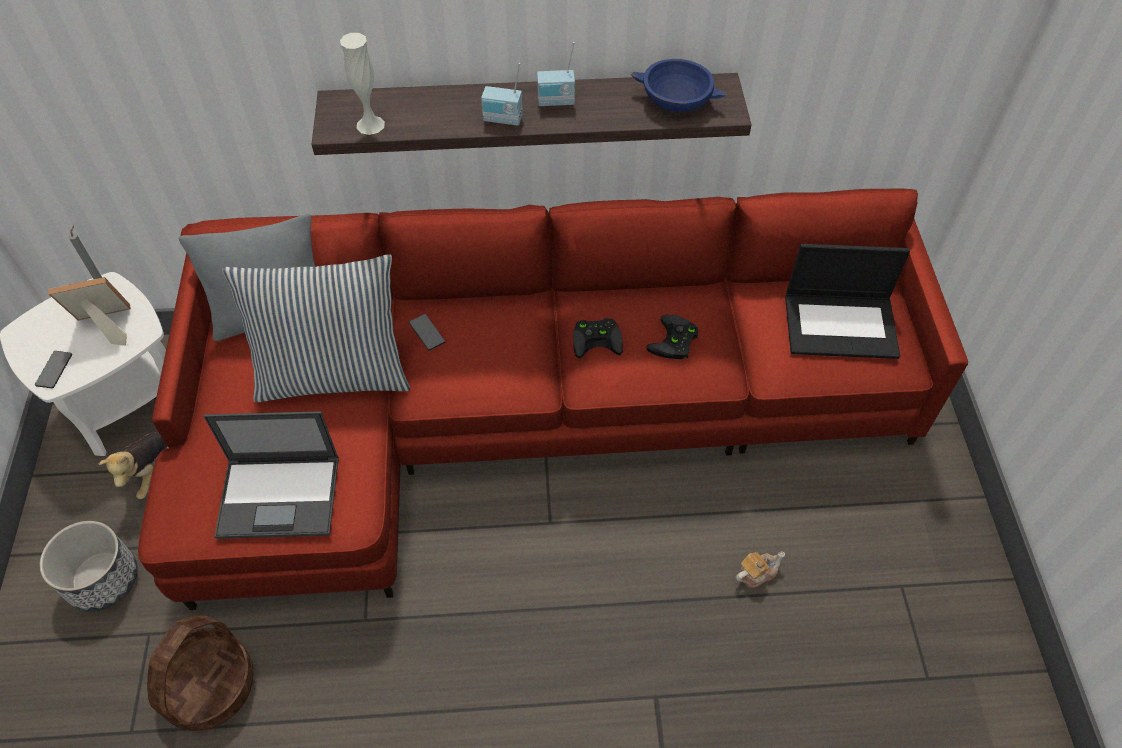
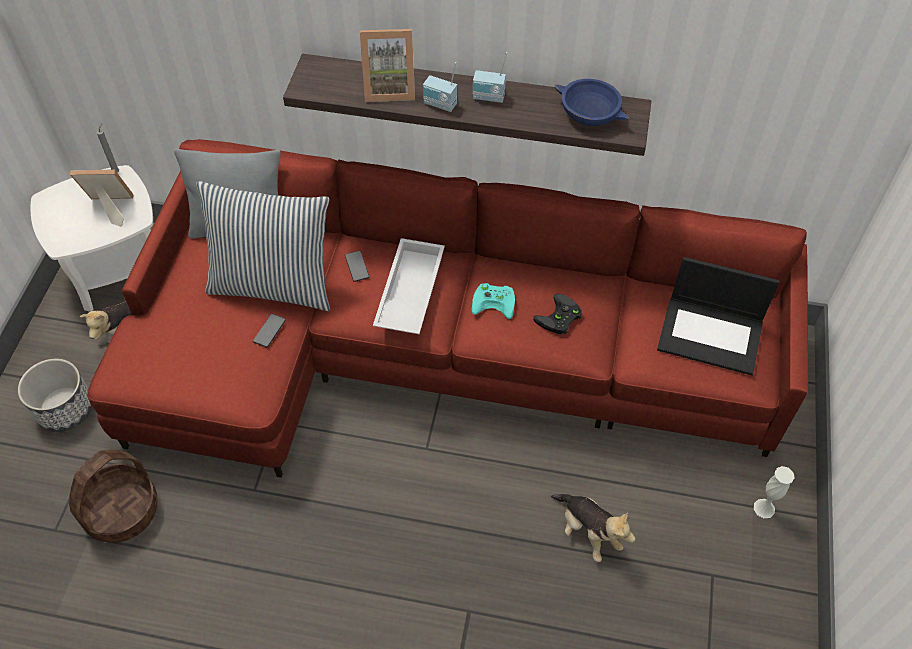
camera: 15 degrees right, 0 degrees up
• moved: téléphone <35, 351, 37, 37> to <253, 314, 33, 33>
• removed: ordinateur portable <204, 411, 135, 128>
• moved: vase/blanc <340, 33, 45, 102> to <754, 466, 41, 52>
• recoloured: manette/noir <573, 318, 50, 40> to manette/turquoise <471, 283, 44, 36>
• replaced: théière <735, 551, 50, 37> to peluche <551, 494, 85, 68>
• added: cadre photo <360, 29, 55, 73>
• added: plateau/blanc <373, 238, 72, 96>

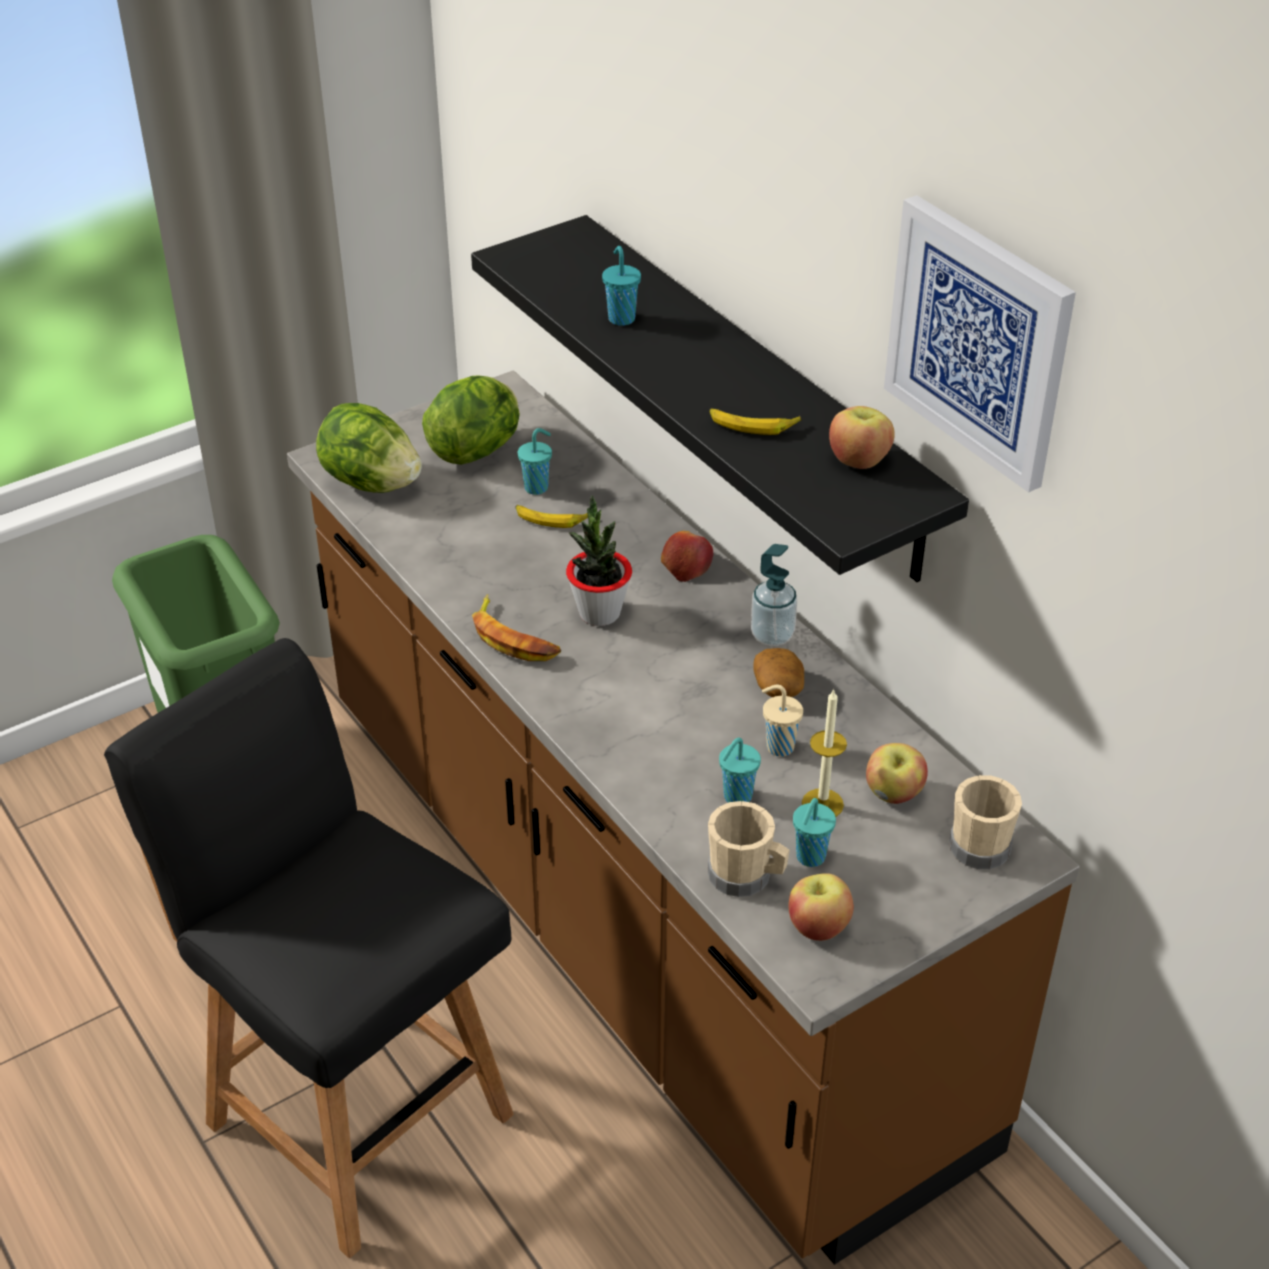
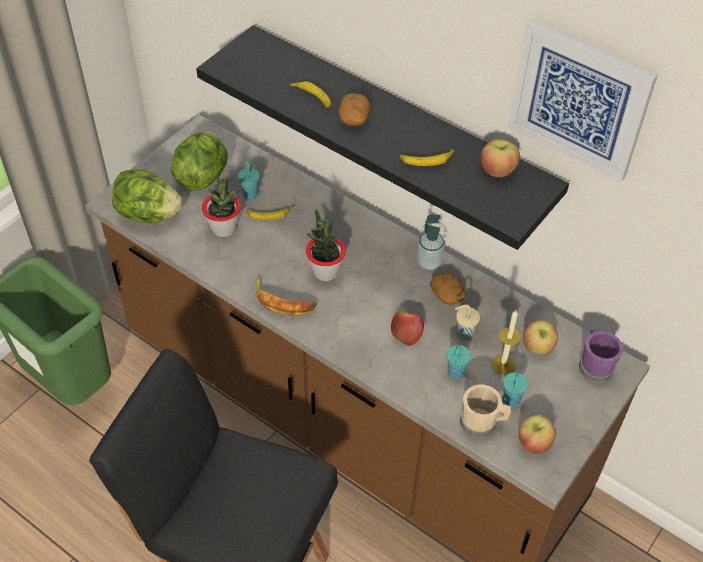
camera: 20 degrees left, 10 degrees up
• replaced: tasse/turquoise <602, 246, 39, 80> to banane <290, 81, 41, 29>
• moved: pomme <661, 531, 52, 51> to <391, 312, 33, 34>
• recoloured: mug/beige <949, 775, 73, 94> to mug/violet <579, 329, 44, 54>
• added: plante en pot <202, 176, 39, 61>
• added: pomme de terre <339, 93, 32, 33>

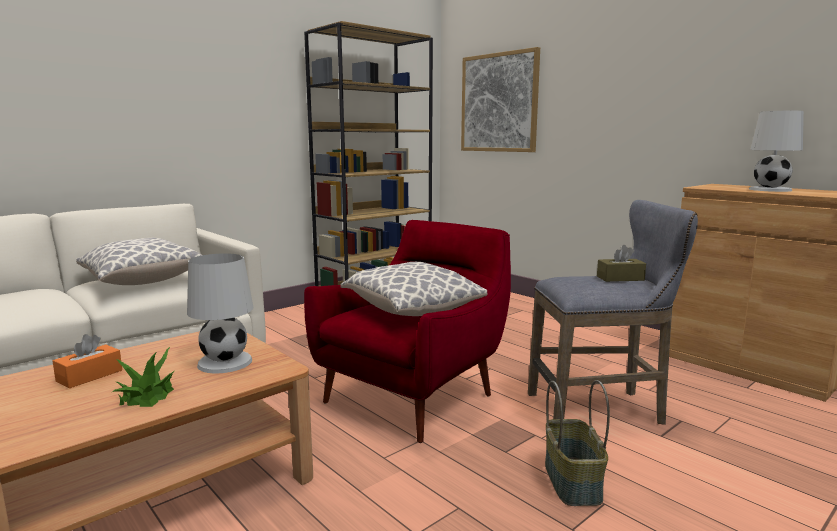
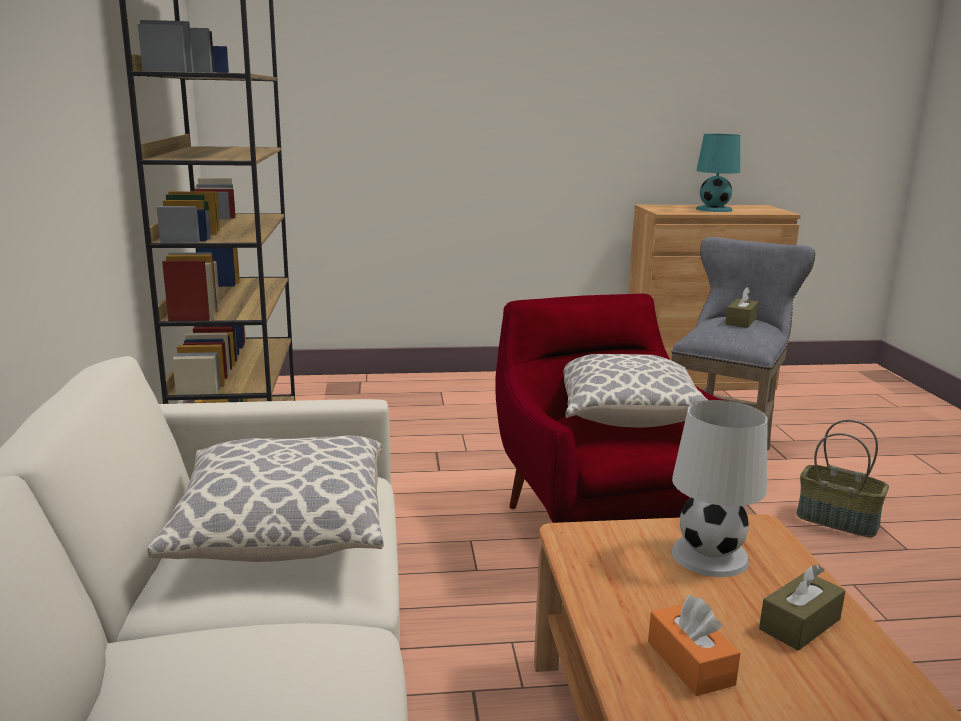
camera: 55 degrees left, 5 degrees up
• replaced: plante en pot <112, 346, 62, 61> to boîte à mouchoirs/marron <759, 565, 87, 85>
• removed: tableau <461, 47, 79, 105>
• recoloured: lampe de table/blanc <749, 111, 55, 81> to lampe de table/turquoise <696, 134, 44, 78>

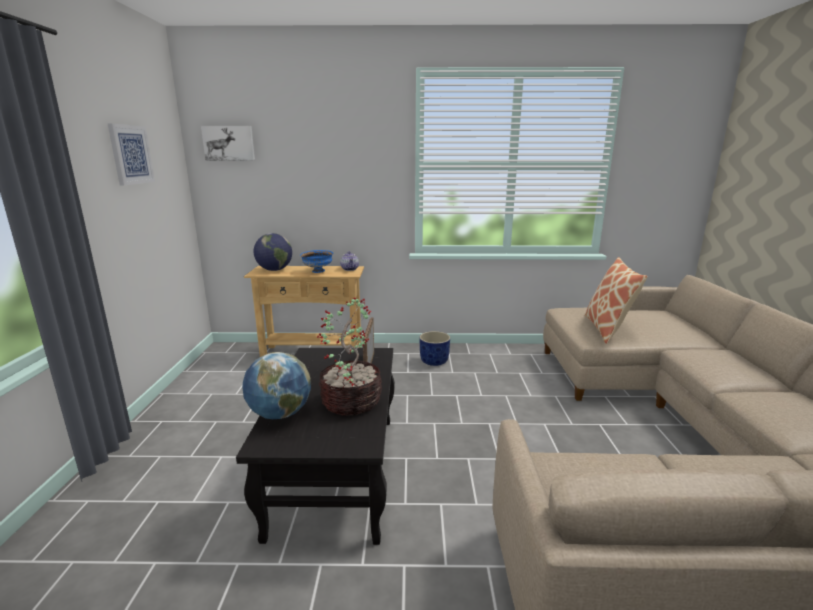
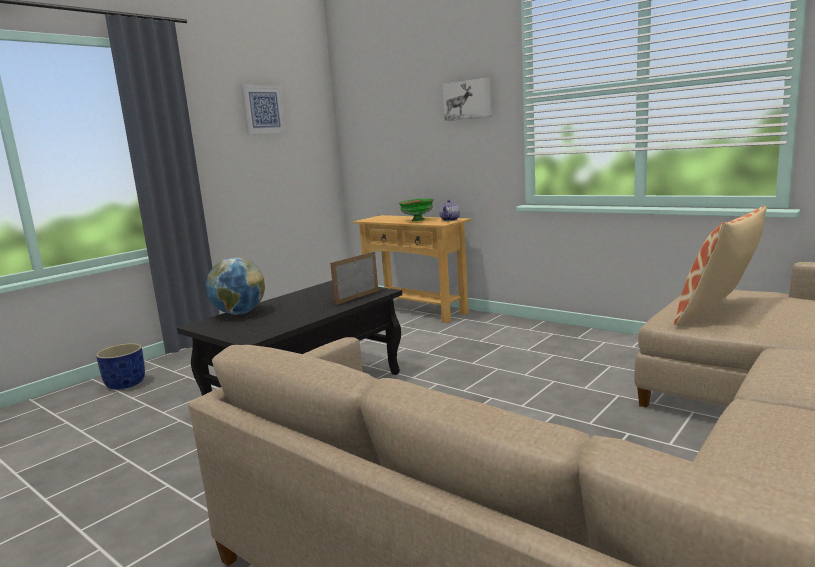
camera: 40 degrees right, 5 degrees down
• moved: tableau <201, 126, 54, 35> to <443, 78, 49, 43>
• removed: globe <254, 233, 38, 38>
• recoloured: bol/bleu <300, 250, 33, 23> to bol/vert <399, 199, 35, 22>
• removed: plante en pot <317, 297, 65, 119>
• moved: cache-pot/bleu <419, 331, 31, 35> to <96, 343, 49, 47>

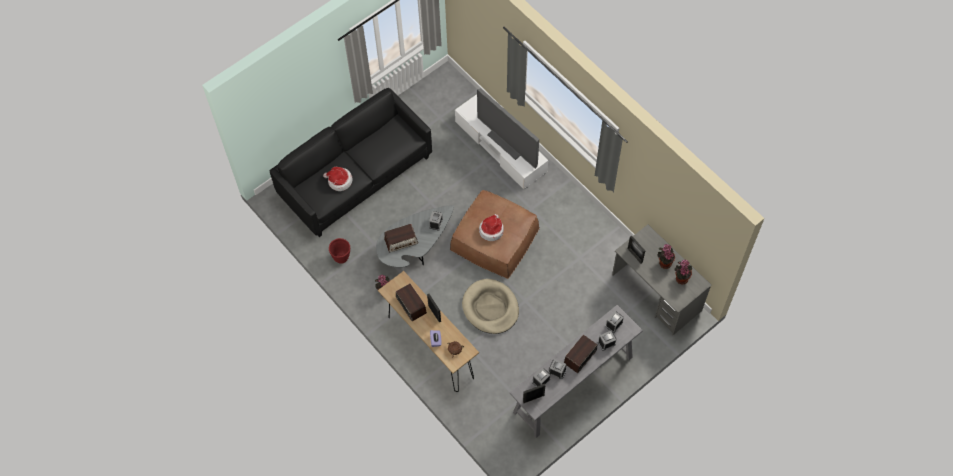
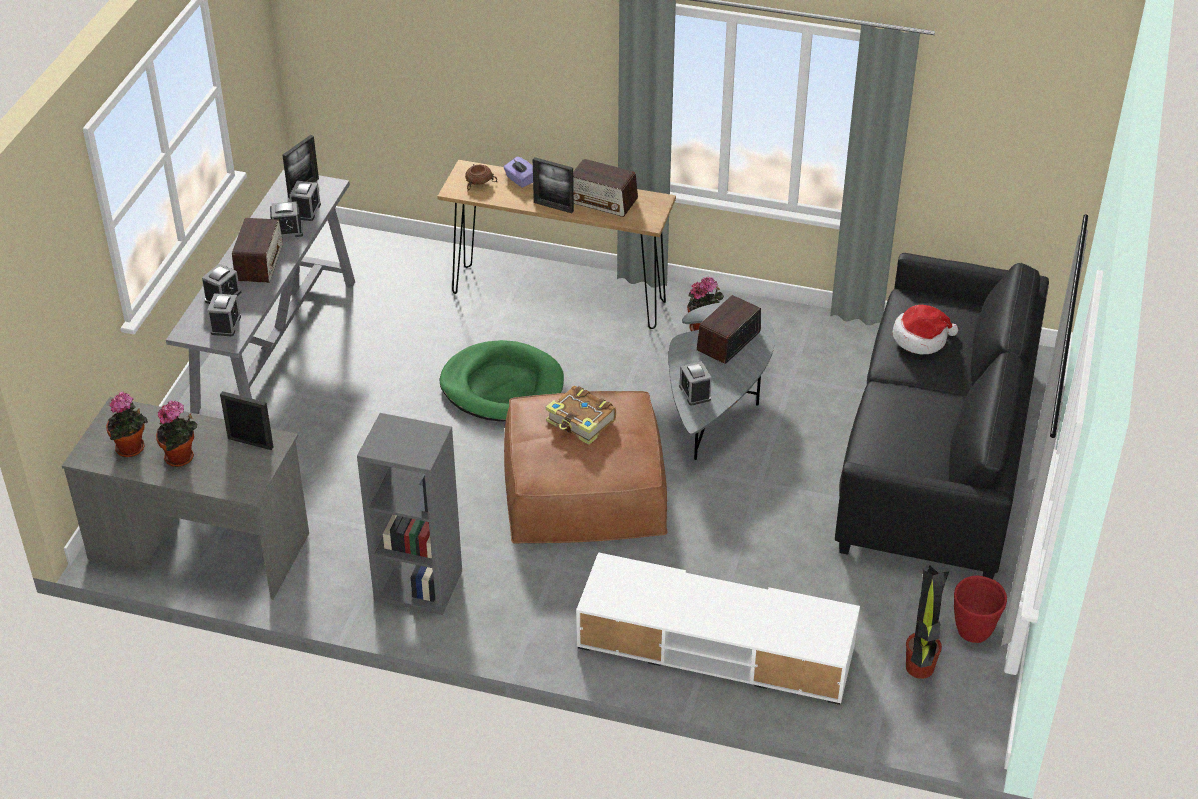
camera: 145 degrees right, 20 degrees down
• moved: cache-pot/rouge <329, 238, 21, 26> to <954, 576, 53, 67>
• recoloured: panier pour chien/beige <462, 279, 57, 55> to panier pour chien/vert <439, 340, 125, 81>
• removed: téléviseur <477, 88, 62, 81>
• replaced: chapeau <479, 214, 25, 27> to livre <546, 386, 70, 59>
• added: bibliothèque/gris <357, 413, 105, 202>
• added: plante en pot <906, 565, 43, 114>

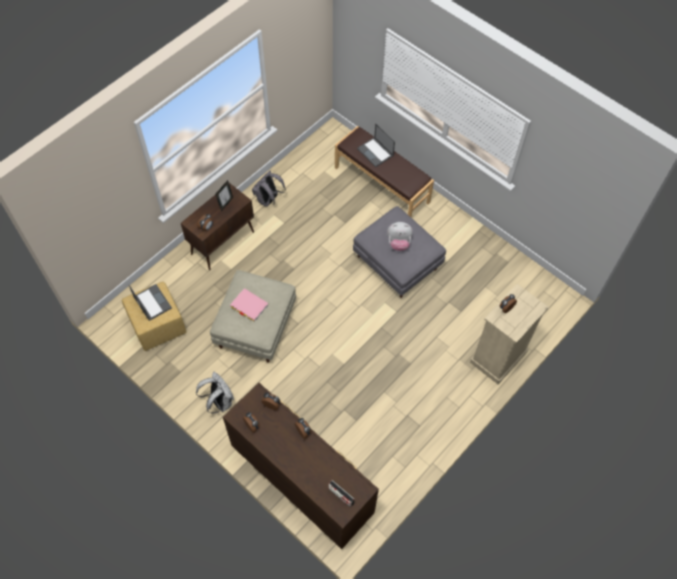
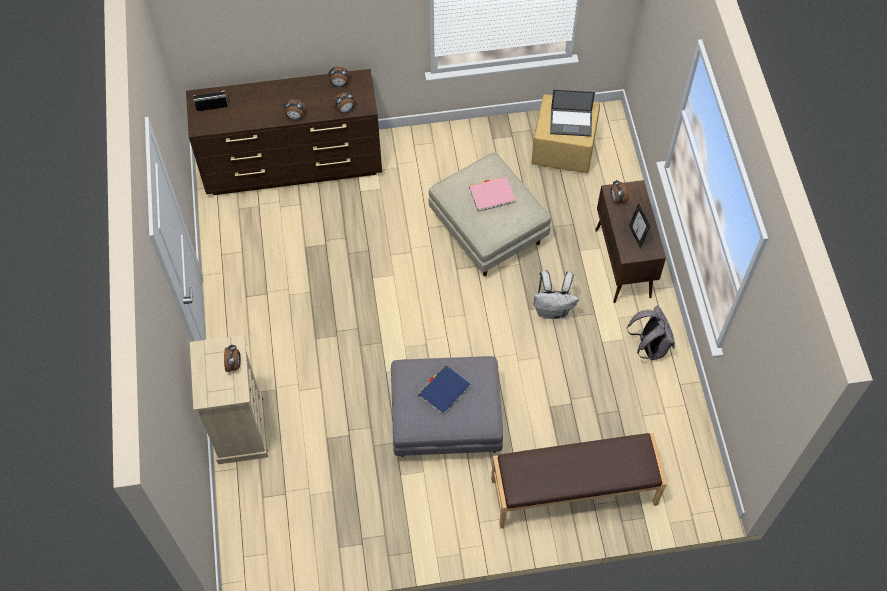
camera: 130 degrees right, 0 degrees up
• moved: sac à dos/blanc <196, 372, 38, 41> to <533, 270, 45, 49>
• removed: ordinateur portable <357, 124, 38, 43>
• replaced: peluche <387, 222, 26, 29> to livre/bleu <418, 365, 53, 50>

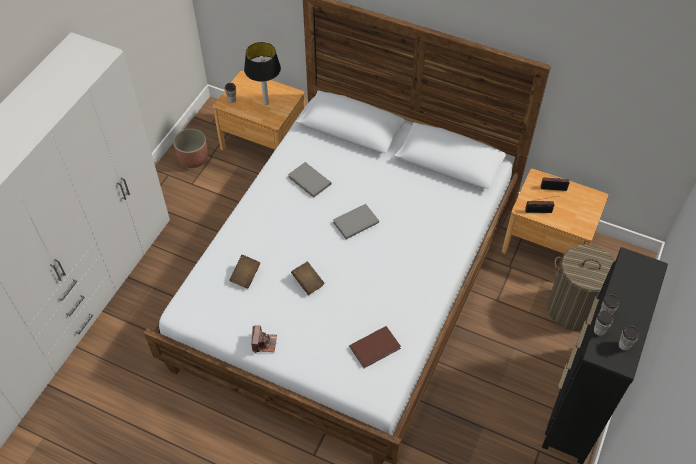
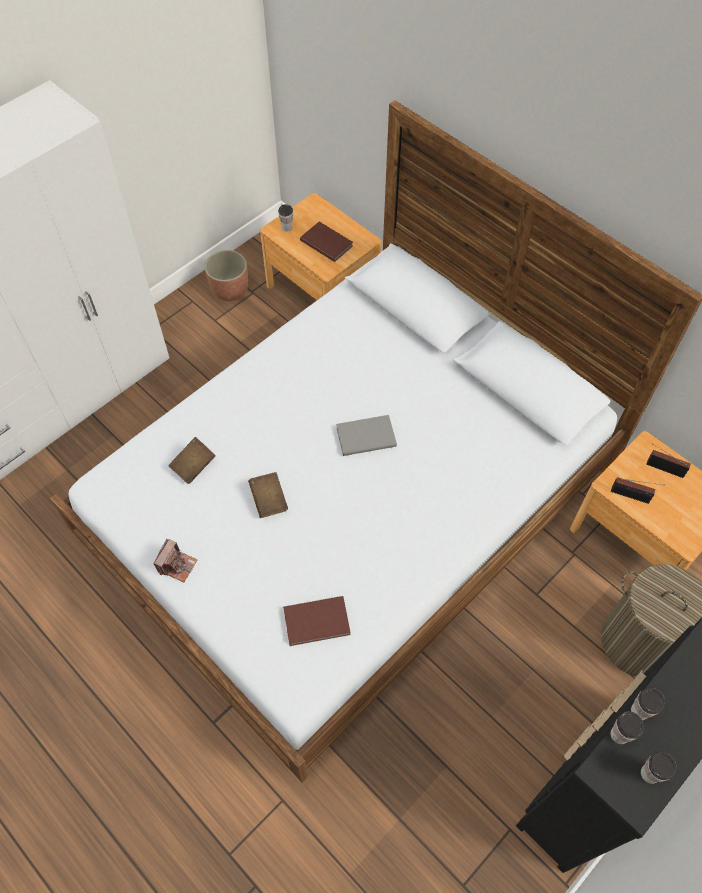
camera: 20 degrees right, 5 degrees up
• replaced: lampe de table <244, 42, 37, 63> to livre/marron <300, 221, 53, 41>
• removed: livre/gris <288, 162, 44, 36>

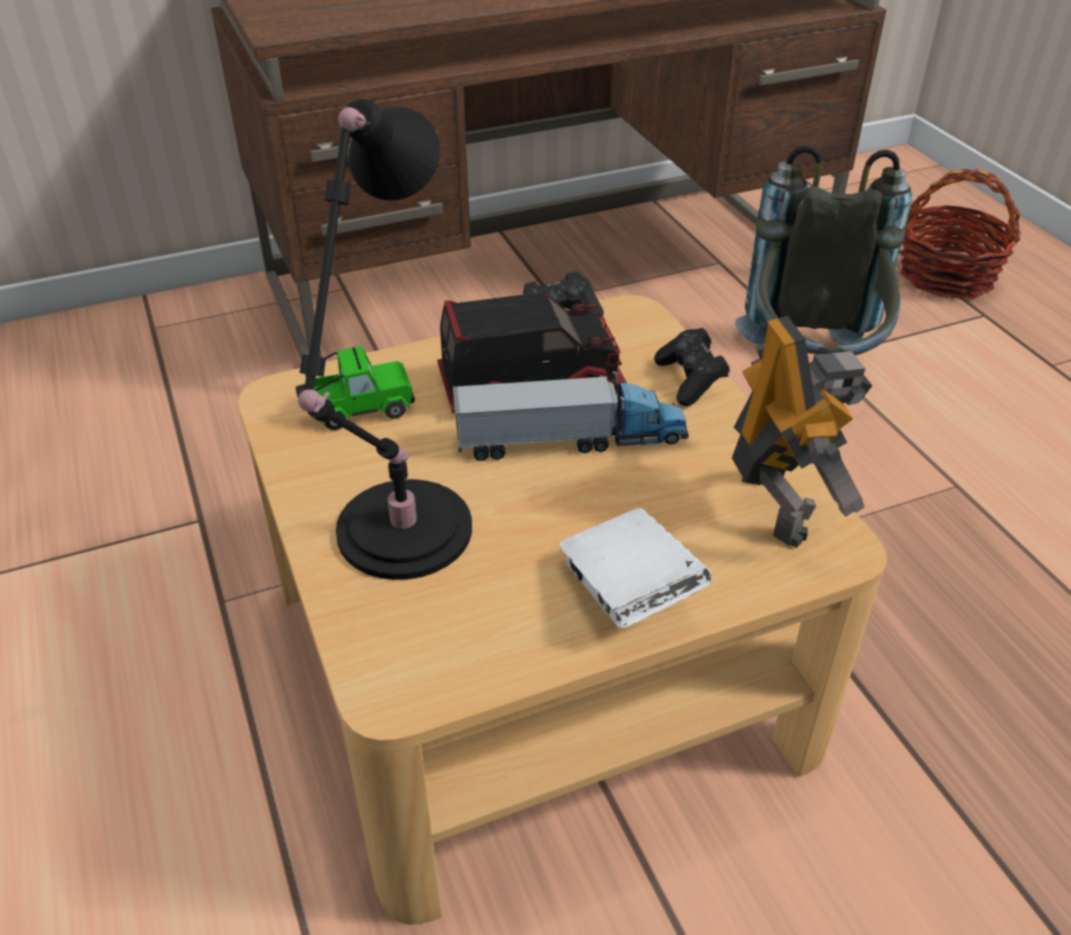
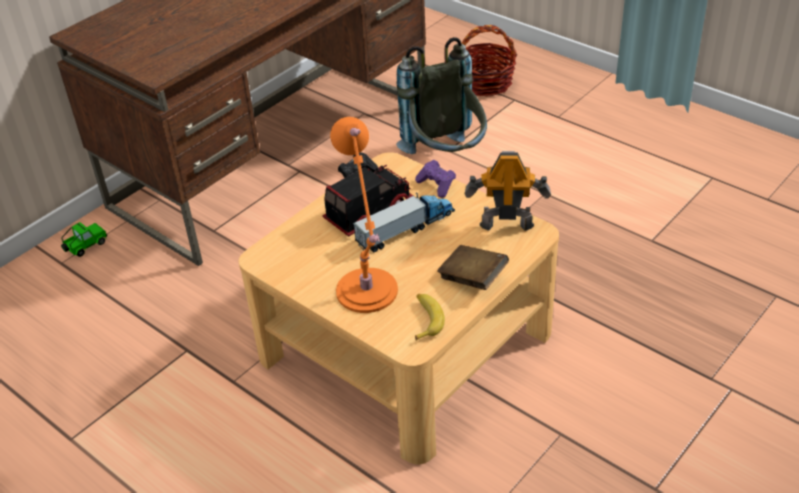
camera: 25 degrees left, 0 degrees up
• moved: petite voiture <296, 346, 119, 84> to <61, 222, 46, 35>
• recoloured: lampe de table/noir <298, 99, 174, 481> to lampe de table/orange <330, 117, 68, 196>
• recoloured: livre/blanc <558, 508, 154, 121> to livre/marron <437, 245, 72, 45>
• recoloured: manette/noir <654, 328, 76, 78> to manette/violet <415, 160, 41, 38>
• turned: robot jouet <732, 316, 141, 232> = <464, 151, 87, 80> 45 degrees counterclockwise
• added: banane <415, 294, 30, 46>

